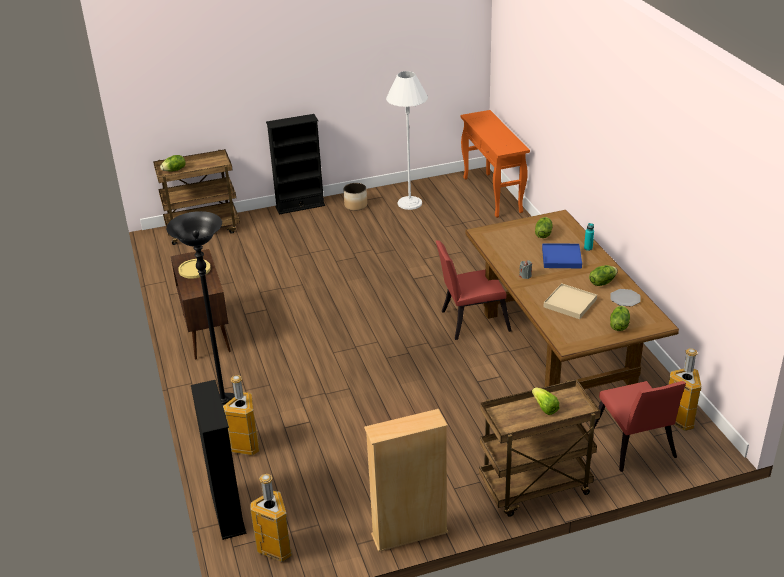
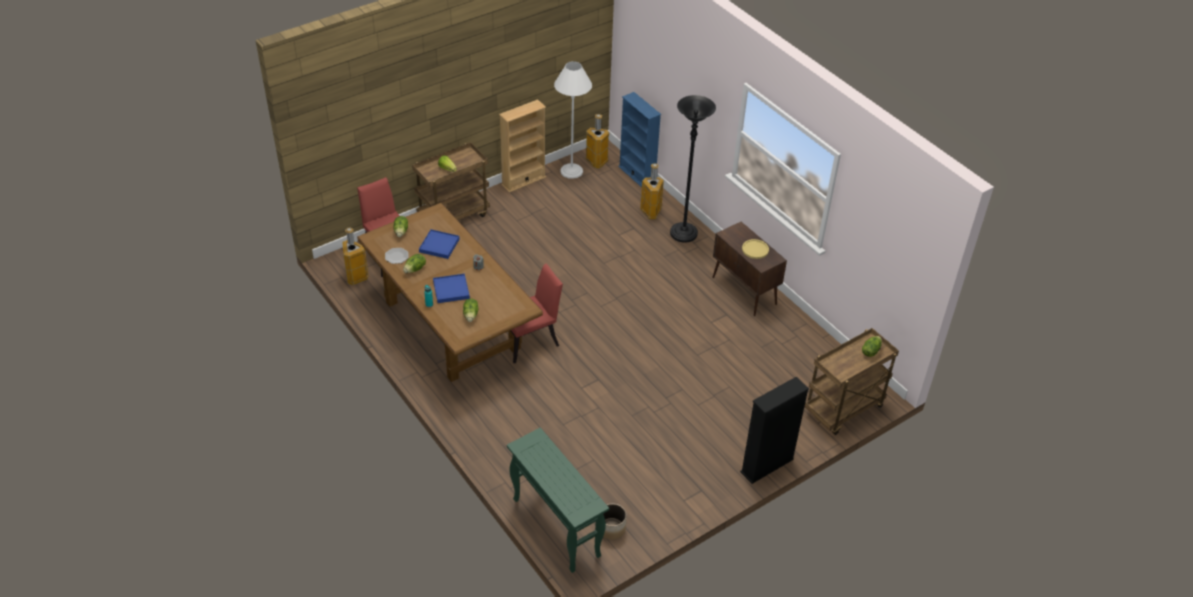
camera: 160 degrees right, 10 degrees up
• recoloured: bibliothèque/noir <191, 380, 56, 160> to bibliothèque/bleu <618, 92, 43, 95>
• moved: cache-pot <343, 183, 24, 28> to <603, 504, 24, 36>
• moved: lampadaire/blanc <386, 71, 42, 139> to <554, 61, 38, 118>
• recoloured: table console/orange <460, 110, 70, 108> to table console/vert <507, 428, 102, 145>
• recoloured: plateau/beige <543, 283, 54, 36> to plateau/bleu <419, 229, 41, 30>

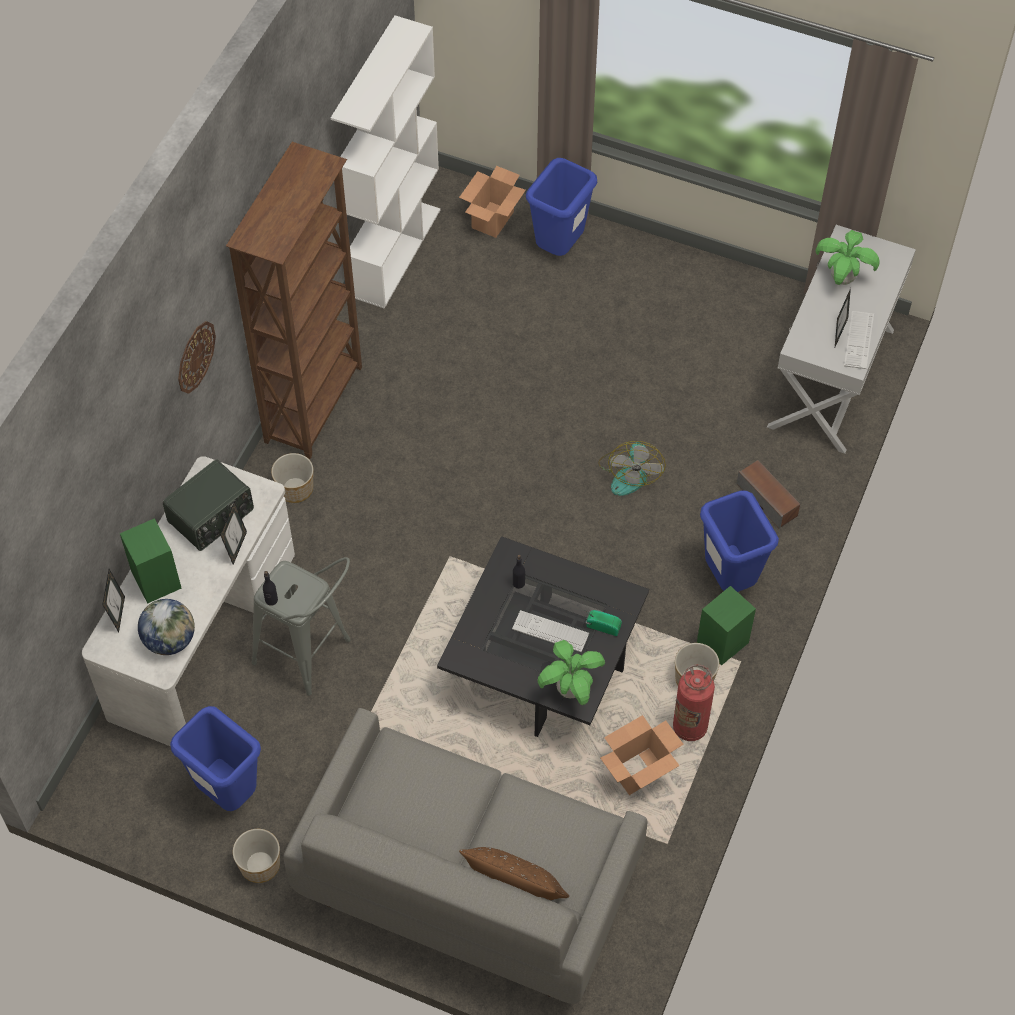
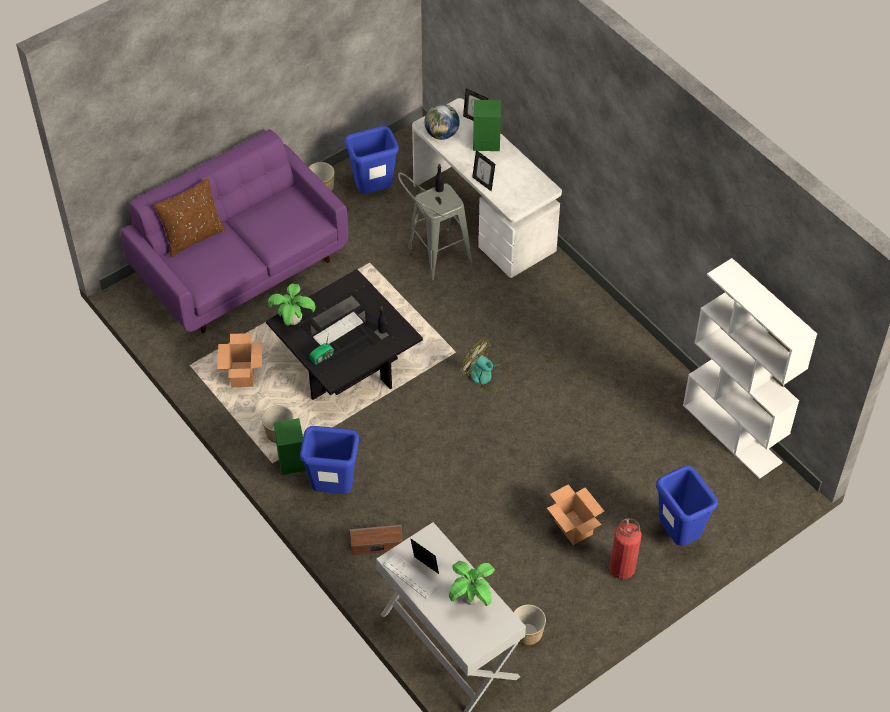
camera: 120 degrees right, 5 degrees down
• removed: radio <163, 459, 91, 92>
• removed: horloge murale <178, 321, 38, 73>
• removed: bibliothèque/marron <226, 142, 136, 317>
• moved: cache-pot <271, 453, 42, 50> to <514, 605, 32, 40>
• recoloured: canapé/gris <283, 708, 364, 296> to canapé/violet <121, 129, 228, 204>
• moved: carton <459, 166, 67, 72> to <547, 484, 57, 61>
• moved: ventilateur <598, 441, 68, 55> to <460, 339, 49, 52>
• moved: extincteur <673, 664, 42, 77> to <609, 518, 33, 61>

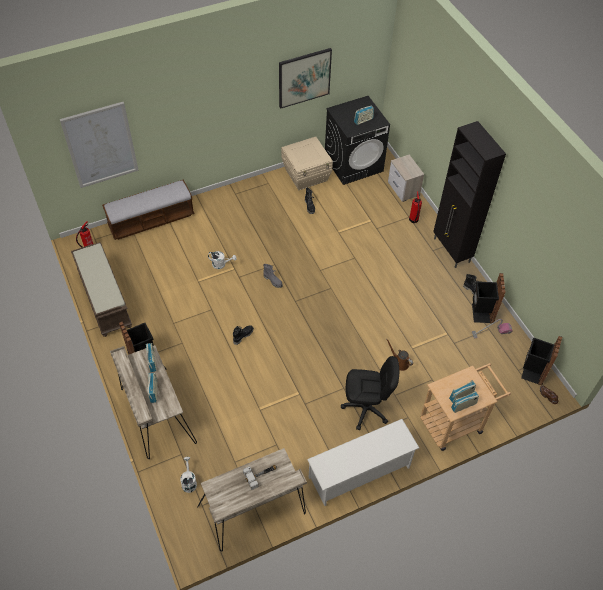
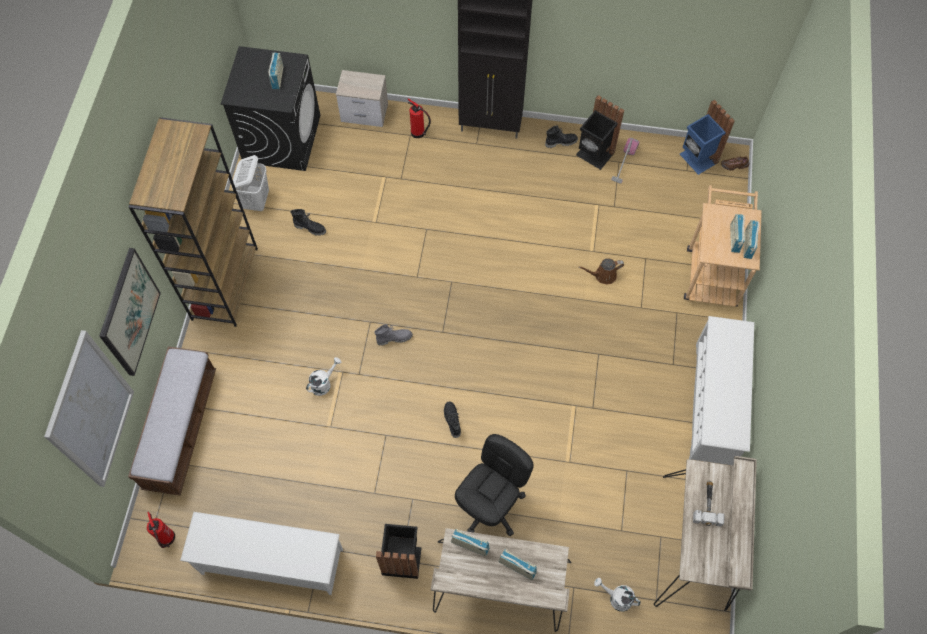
camera: 55 degrees left, 10 degrees up
• replaced: banc/marron <71, 242, 61, 95> to étagère à chaussures/blanc <180, 512, 163, 83>
• moved: tableau <279, 48, 53, 61> to <99, 248, 62, 128>
• replaced: boîte de rangement/beige <281, 137, 52, 53> to panier à linge/blanc <231, 155, 38, 56>
• moved: chaise de bureau/noir <341, 356, 58, 74> to <455, 434, 78, 102>
• recoloured: poubelle/noir <521, 336, 41, 50> to poubelle/bleu <680, 99, 55, 76>
• added: bibliothèque/marron <129, 117, 129, 210>

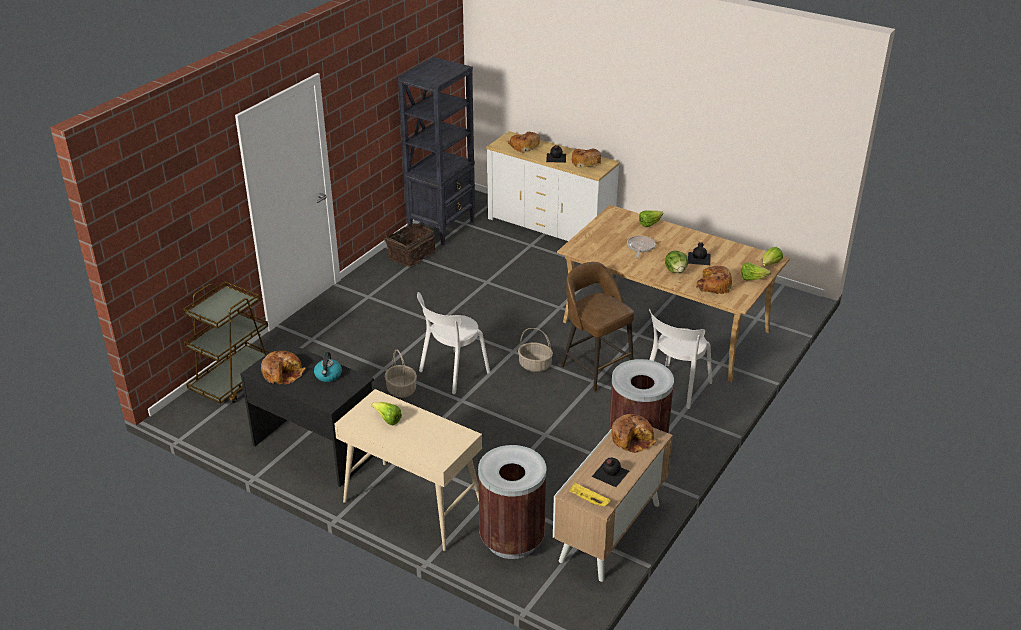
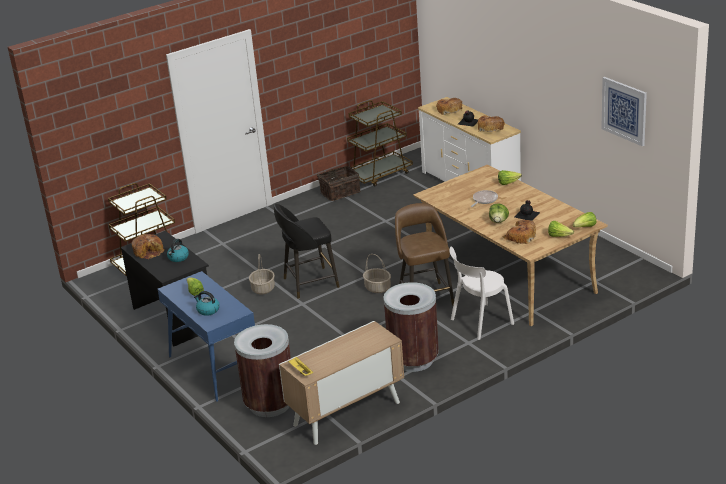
camera: 25 degrees right, 5 degrees down
• recoloured: table console/beige <334, 389, 148, 162> to table console/bleu <158, 271, 97, 131>
• replaced: bibliothèque/noir <398, 57, 78, 189> to chariot/marron <347, 100, 66, 87>
• replaced: chaise/blanc <417, 292, 73, 102> to tabouret/noir <274, 204, 66, 95>
• removed: bouteille/noir <592, 457, 37, 30>
• removed: pain <611, 414, 46, 39>
• added: bouilloire <194, 291, 26, 25>
• added: tableau <601, 77, 46, 69>

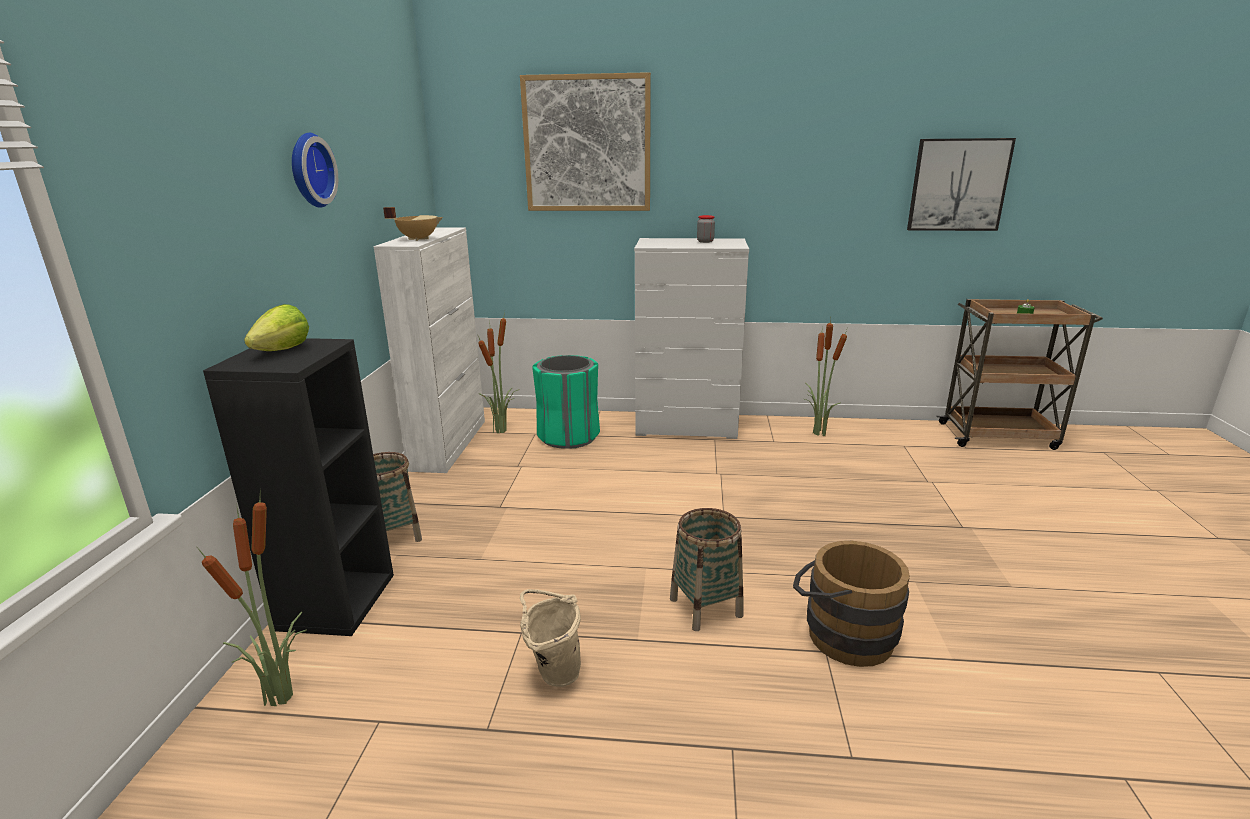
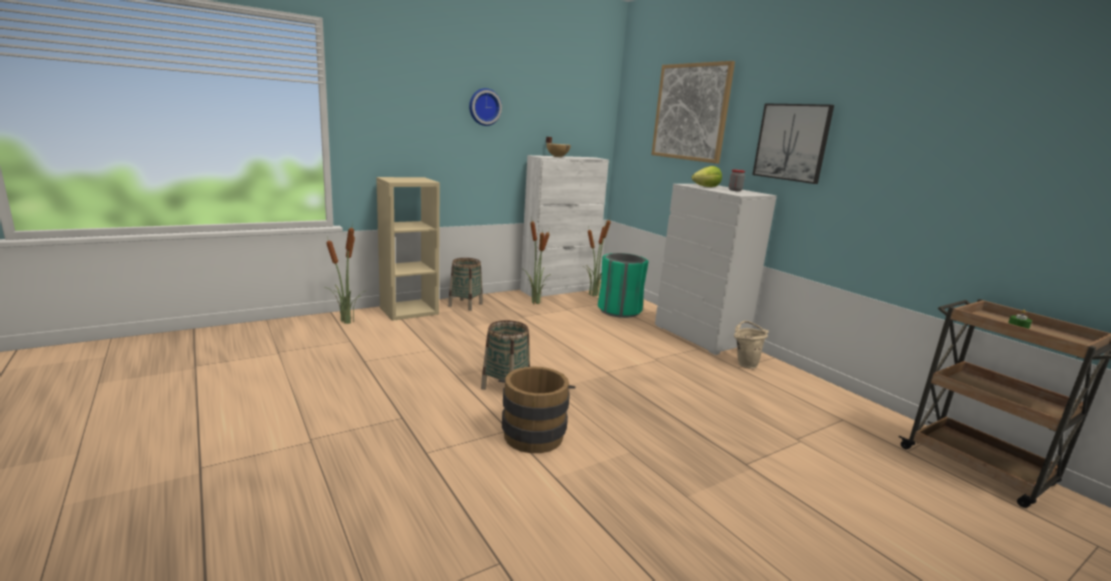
camera: 50 degrees right, 5 degrees down
• recoloured: bibliothèque/noir <203, 338, 191, 298> to bibliothèque/beige <376, 177, 64, 144>
• moved: laitue <244, 304, 65, 47> to <692, 166, 30, 21>
• moved: seau/beige <520, 589, 61, 98> to <734, 321, 35, 48>
• moved: plante en pot <805, 318, 42, 118> to <523, 221, 28, 84>
• moved: tableau <907, 138, 109, 93> to <752, 103, 82, 81>

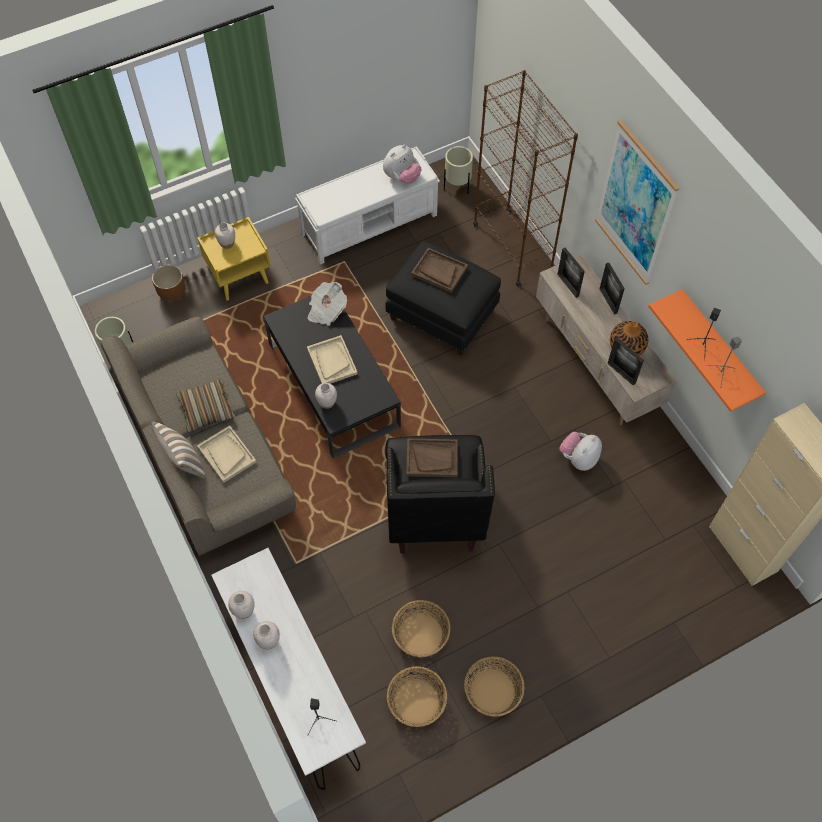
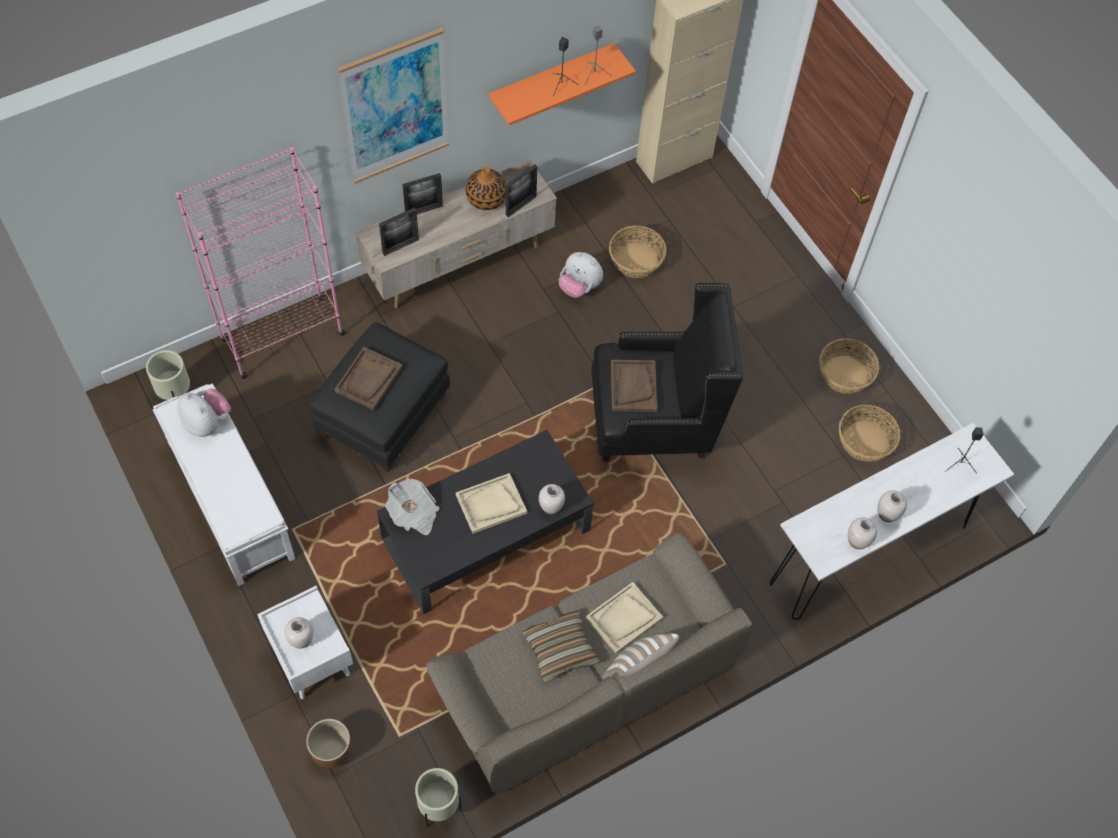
camera: 95 degrees left, 0 degrees up
• recoloured: table de chevet/jaune <197, 217, 74, 83> to table de chevet/blanc <257, 586, 96, 113>
• moved: panier <392, 600, 58, 57> to <609, 226, 57, 52>
• recoloured: bibliothèque/marron <473, 70, 105, 216> to bibliothèque/rose <176, 147, 170, 232>

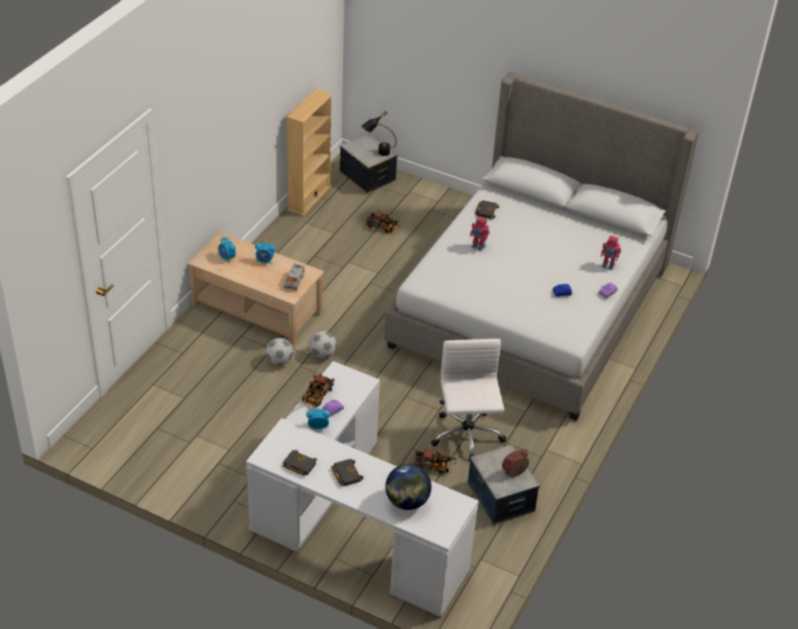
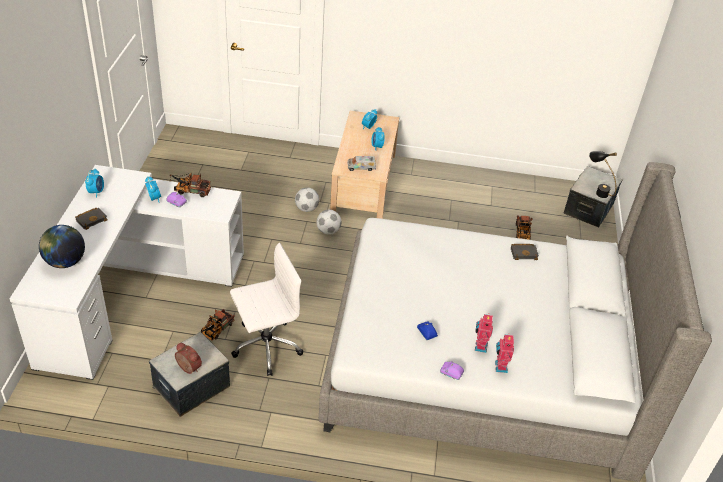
camera: 70 degrees right, 0 degrees up
• replaced: livre/noir <283, 450, 34, 26> to réveil <85, 169, 19, 29>
• removed: bibliothèque/beige <286, 89, 47, 127>
• turned: camion jouet <413, 448, 44, 26> = <201, 309, 34, 32> 45 degrees clockwise
• moved: robot jouet <470, 216, 20, 35> to <475, 313, 18, 40>

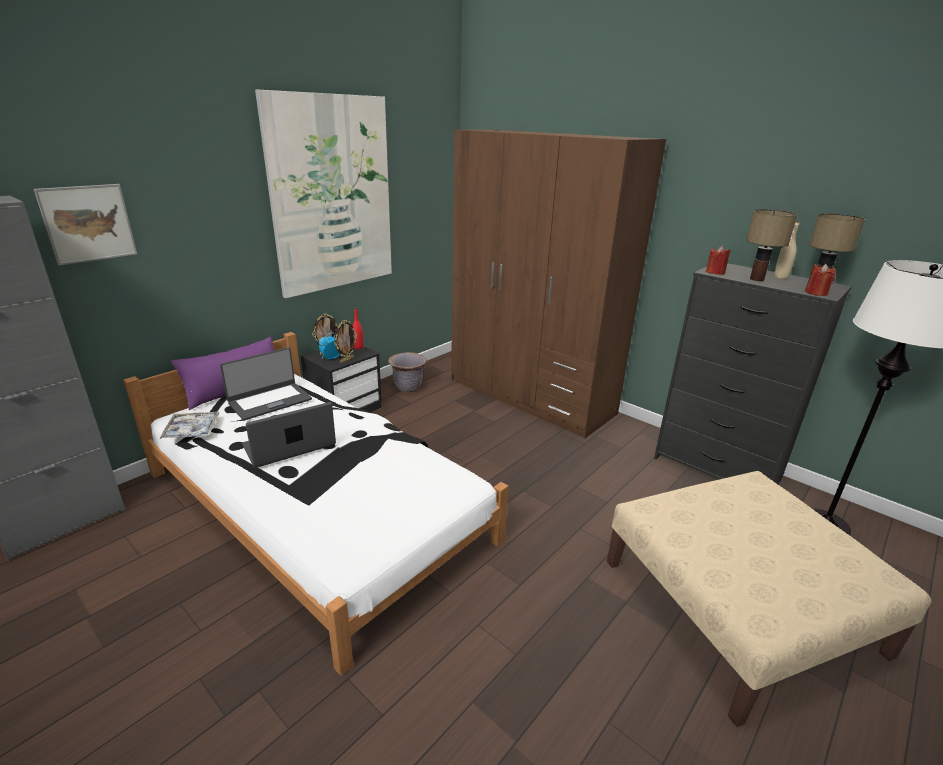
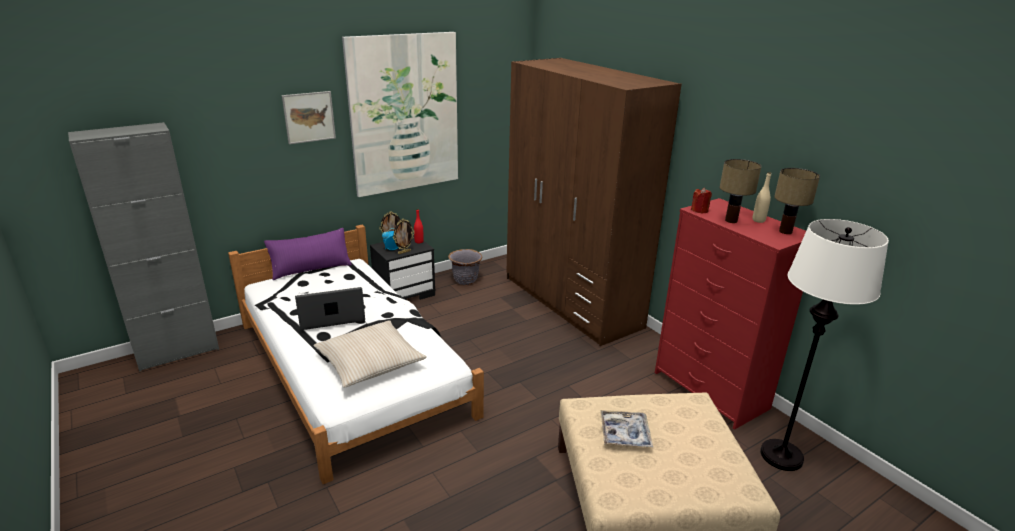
camera: 15 degrees right, 0 degrees up
• moved: tableau <34, 184, 103, 82> to <282, 91, 54, 53>
• moved: plateau <160, 412, 60, 27> to <600, 410, 53, 37>
• removed: ordinateur portable <220, 347, 92, 74>
• recoloured: commode/noir <654, 263, 198, 221> to commode/rouge <655, 198, 151, 232>
• removed: bougie/rouge <805, 264, 31, 32>
• added: coussin/beige <314, 320, 113, 67>

